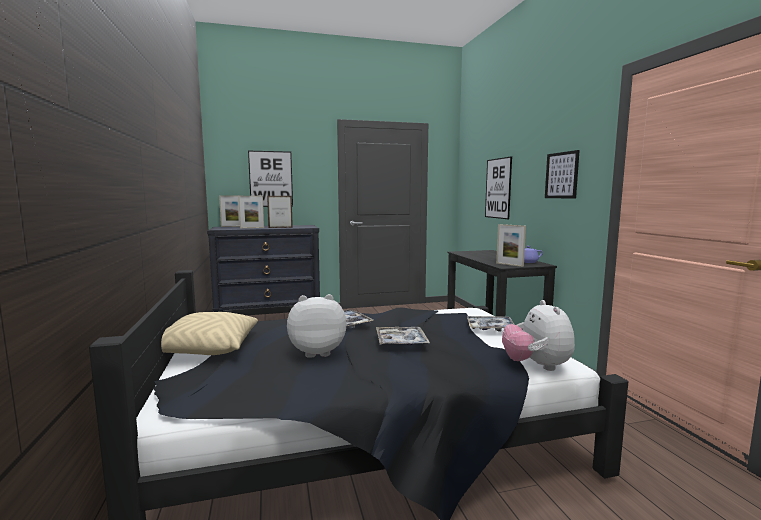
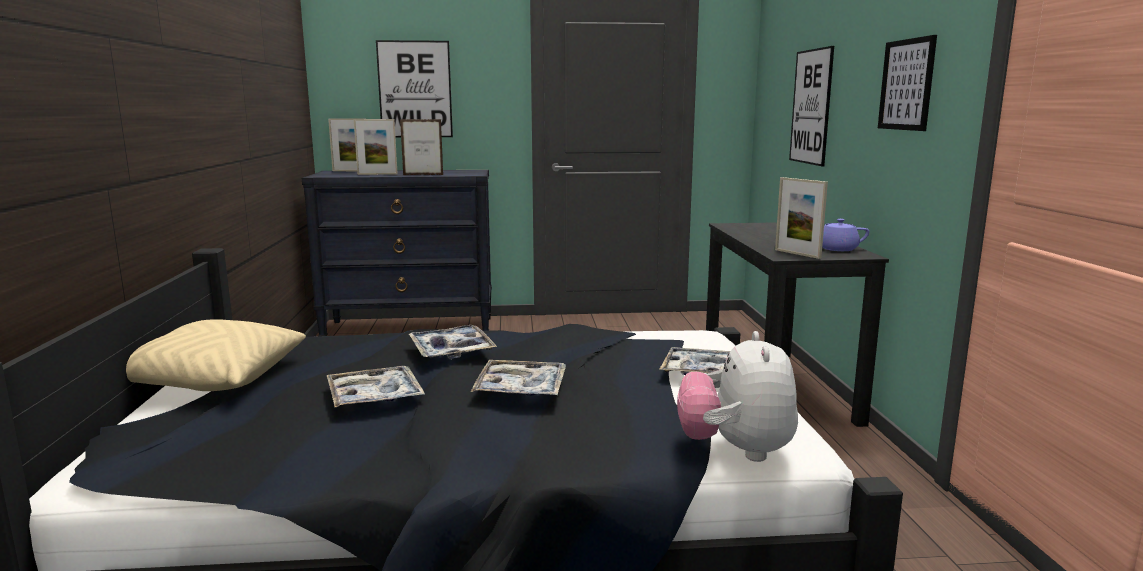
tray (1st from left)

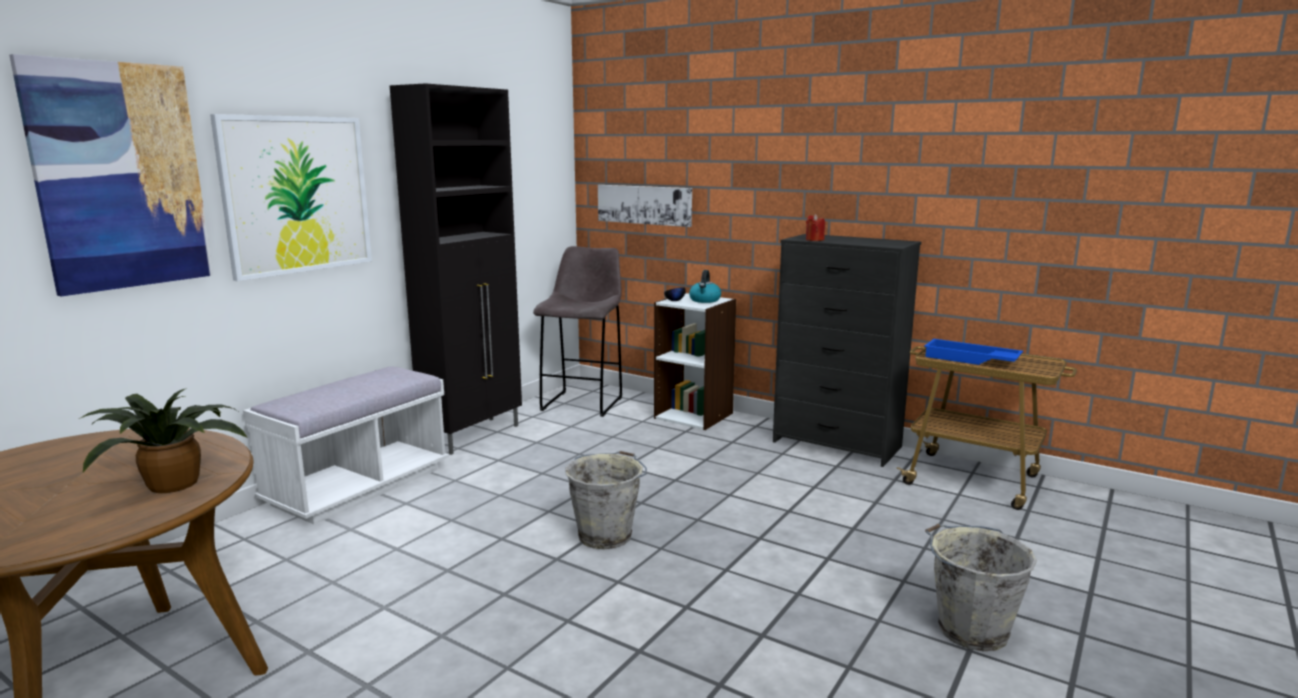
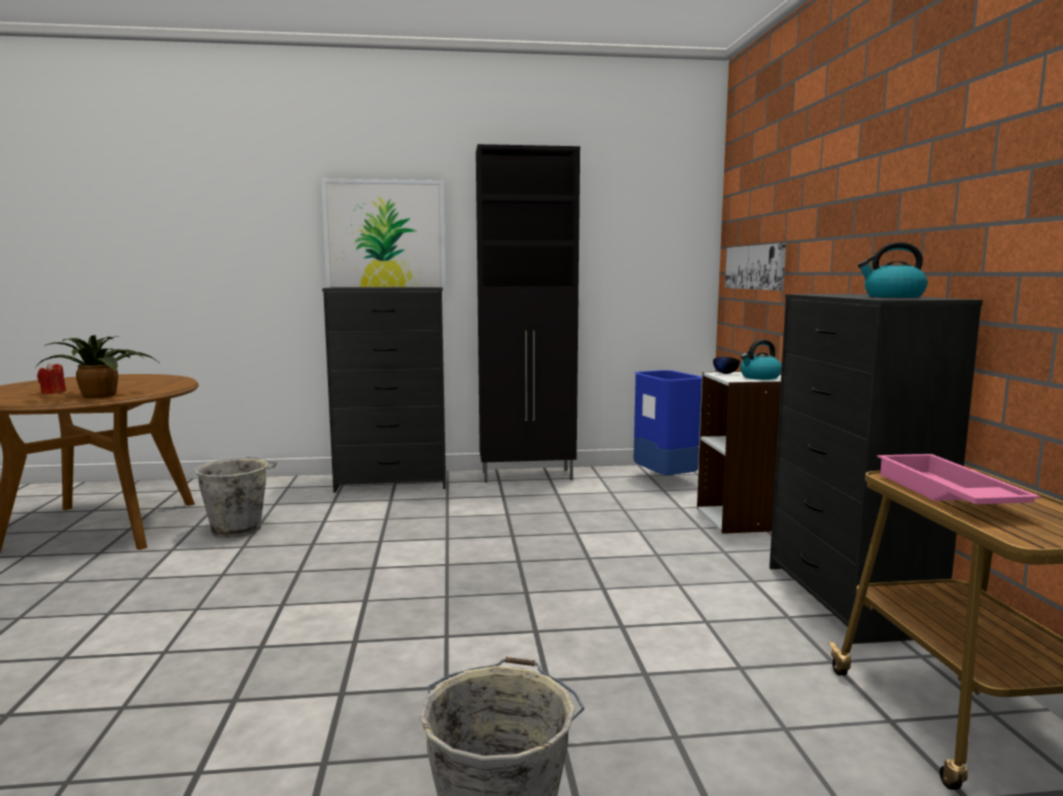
wall art (1st from left in the first image)
kettle (2nd from left)
grey water bucket (1st from left)
red wax light
black chest of drawers (1st from left)
blue-coloured rubbish bin
pink tray

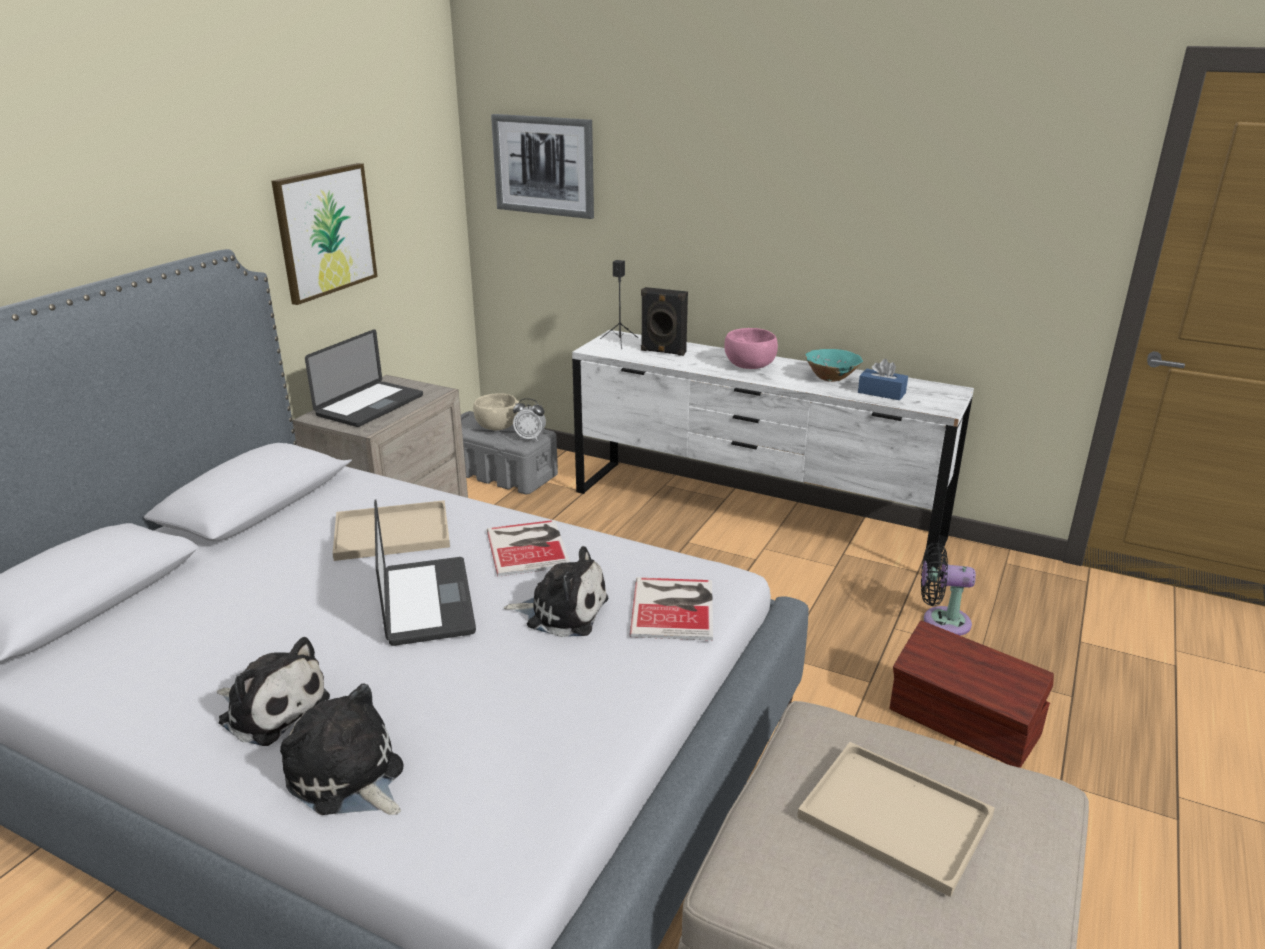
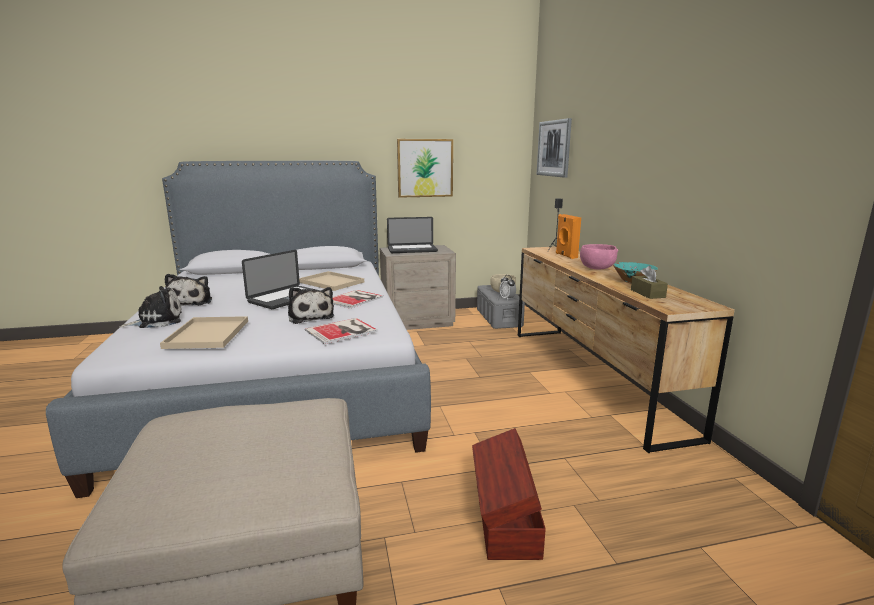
black electric fan
beige tray (1st from left)
brown-coloured chest of drawers
orange-coloured audio speaker
brown-coloured box of tissues
cuddly toy (1st from left)

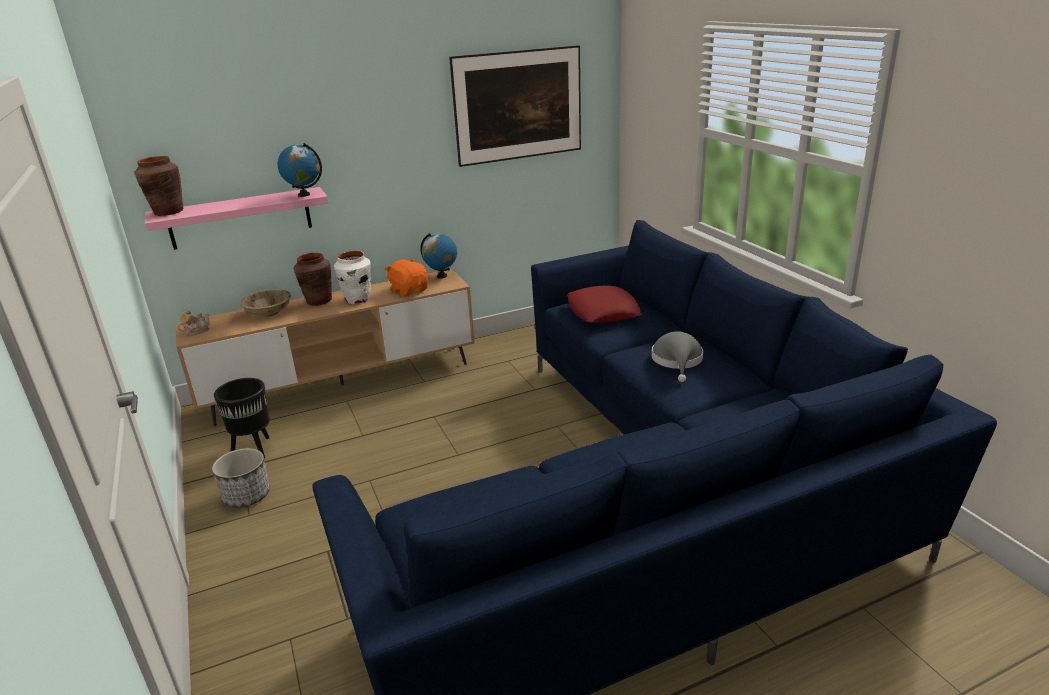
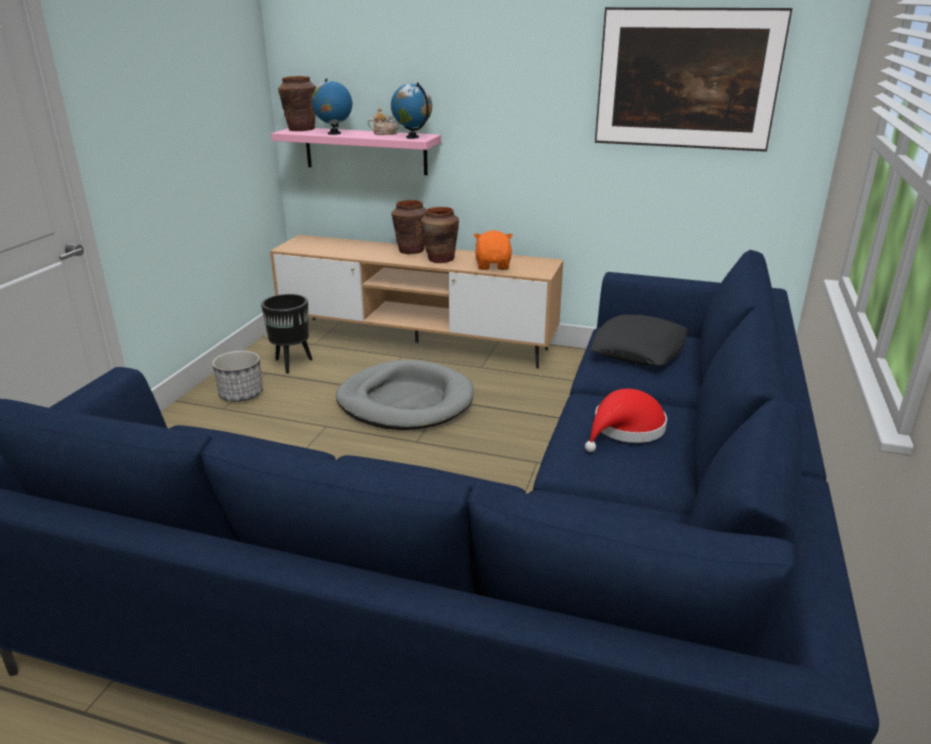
beige deep dish
grey pet bed
pot for tea
desk globe (1st from left)
brown-coloured decorative vase (3rd from left)
black cushion
red hat

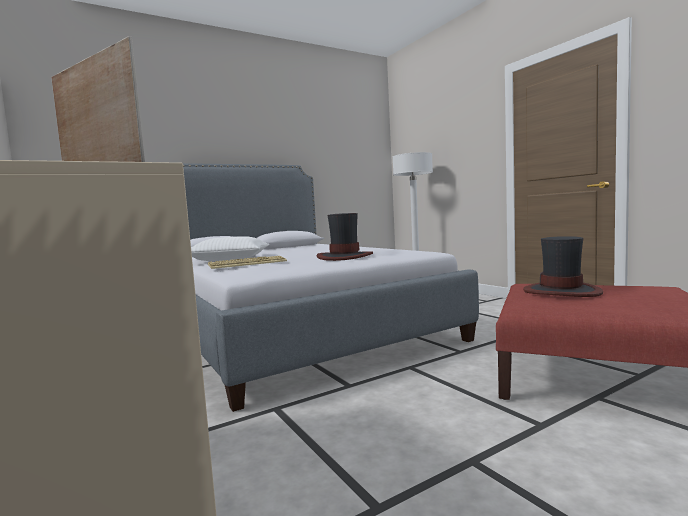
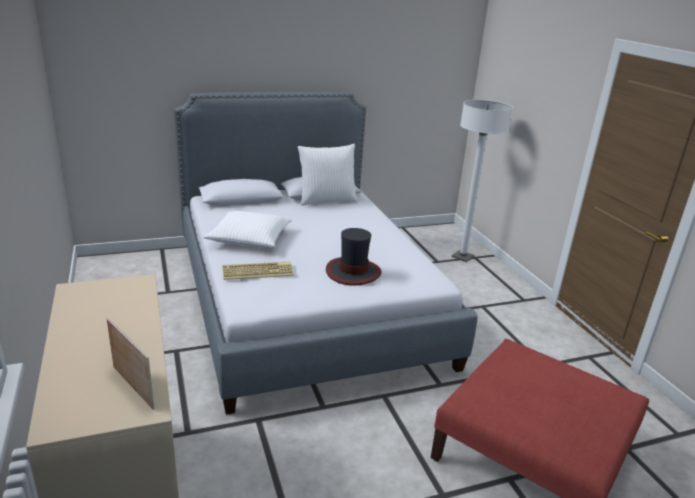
hat (2nd from left in the first image)
white-coloured cushion (2nd from left)

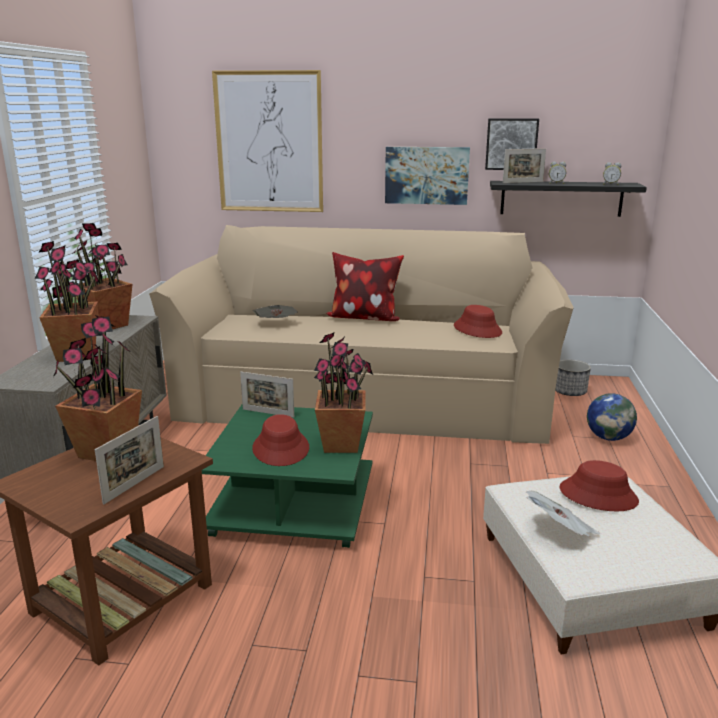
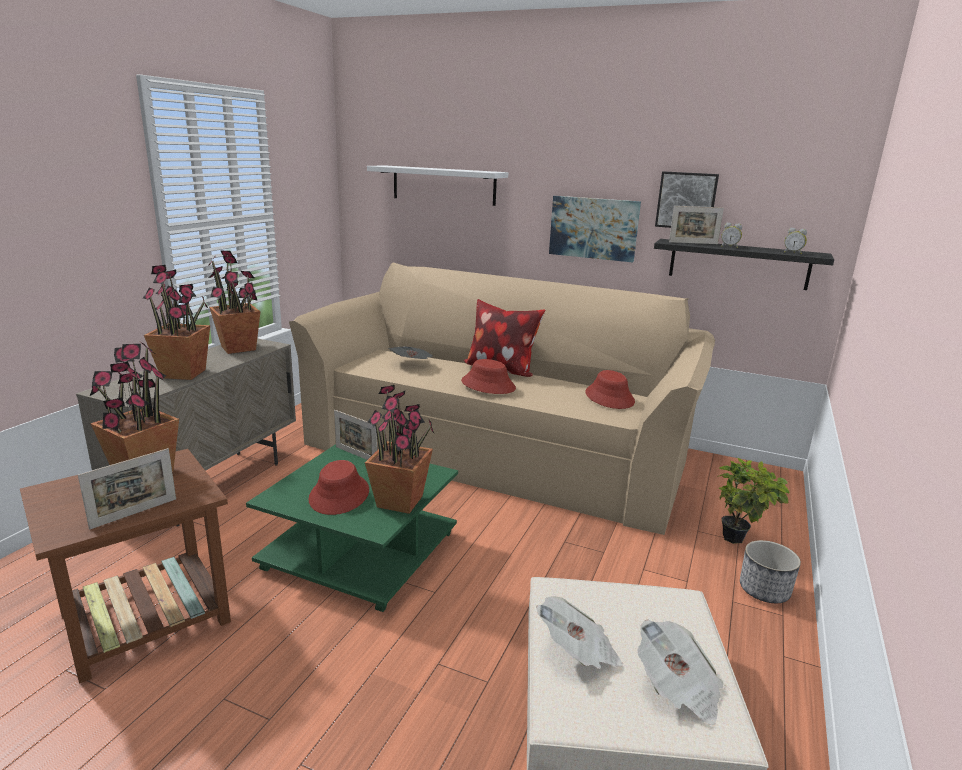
daily paper (3rd from left)
plant pot
red hat (2nd from left)
white-coloured wall shelf
plant in a pot (5th from left)

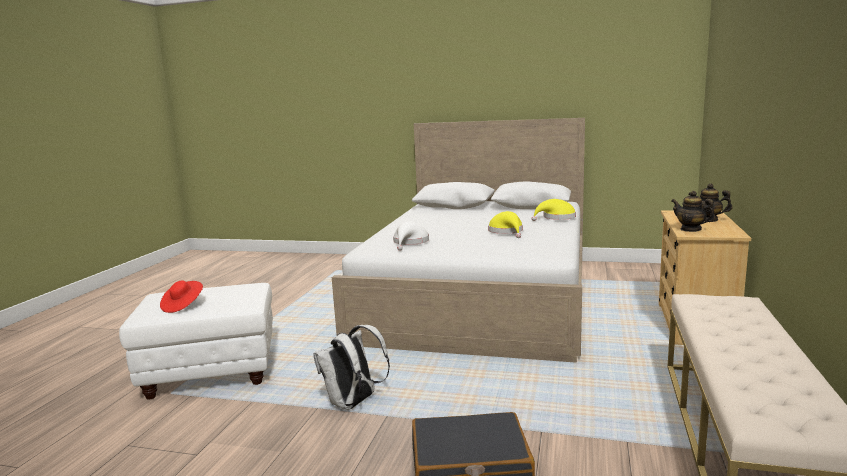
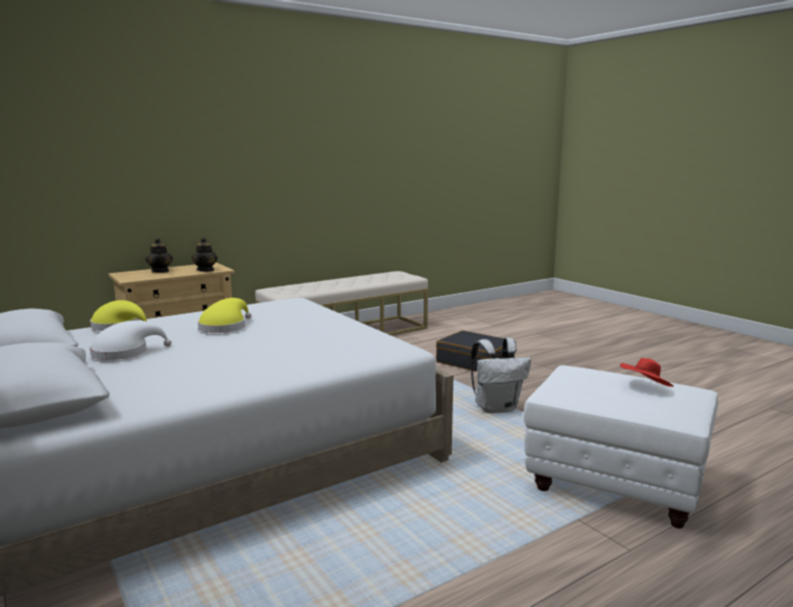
white-coloured hat

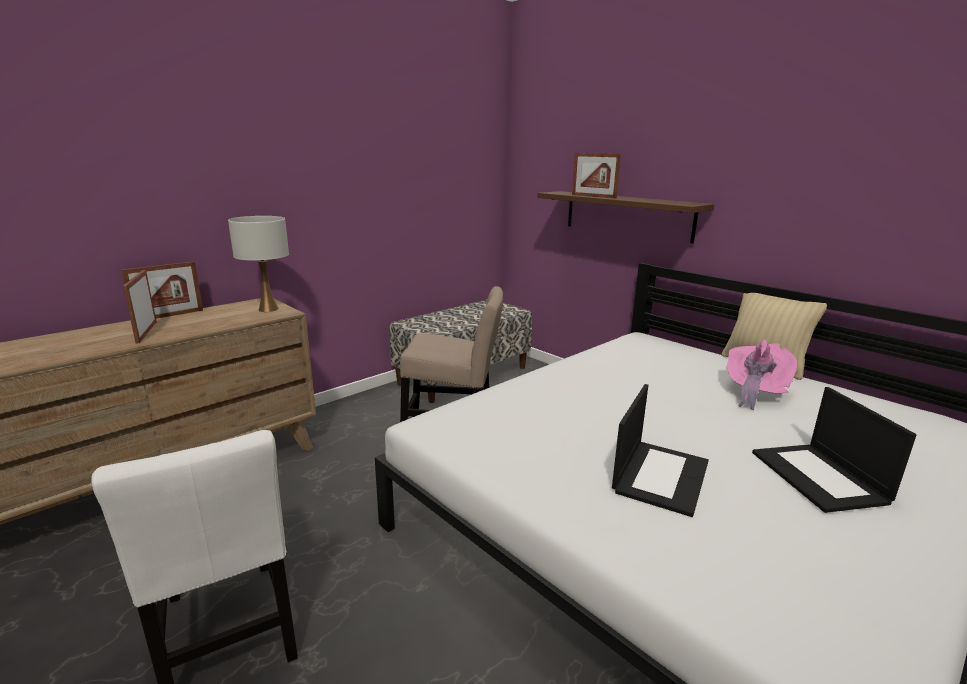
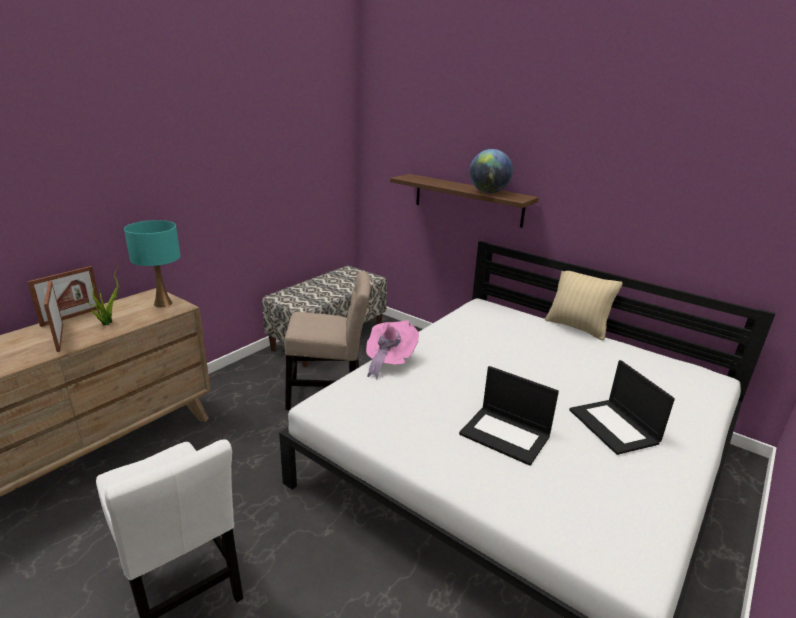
picture frame (3rd from left in the first image)
plant in a pot
desk globe
pink hat
turquoise-coloured lamp for a table
notebook computer (1st from left)

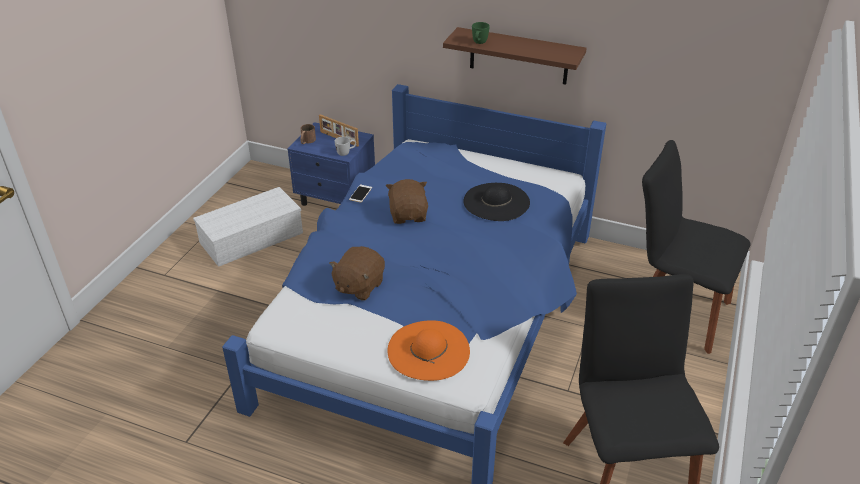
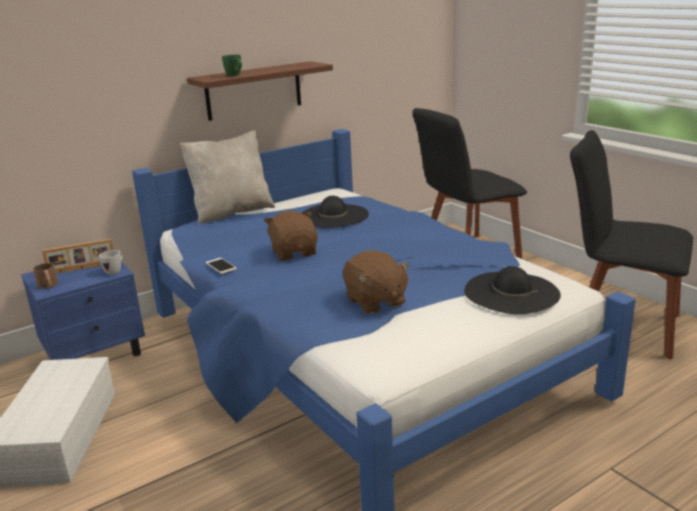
beige cushion
black hat (2nd from left)
brown-coloured cuddly toy (1st from left)

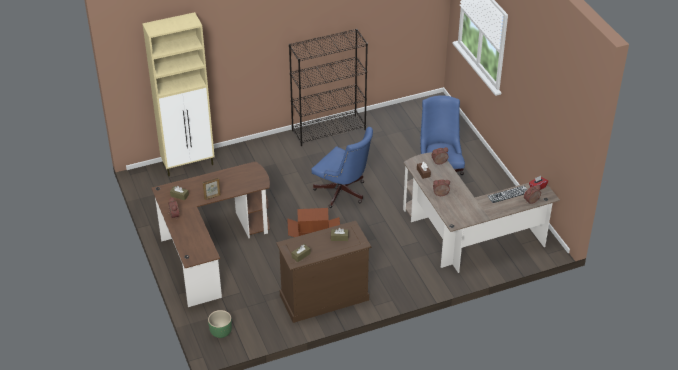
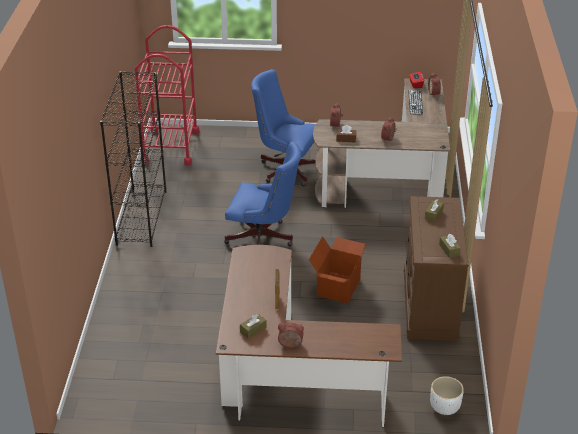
beige cabinet
red cart
white-coloured plant pot
blue-coloured desk chair (1st from left)

